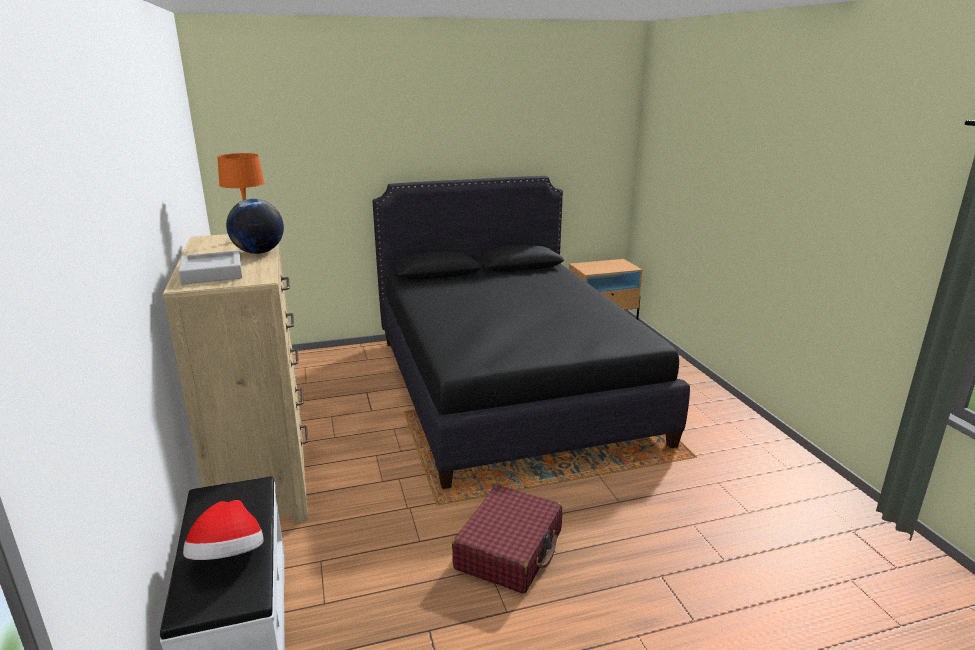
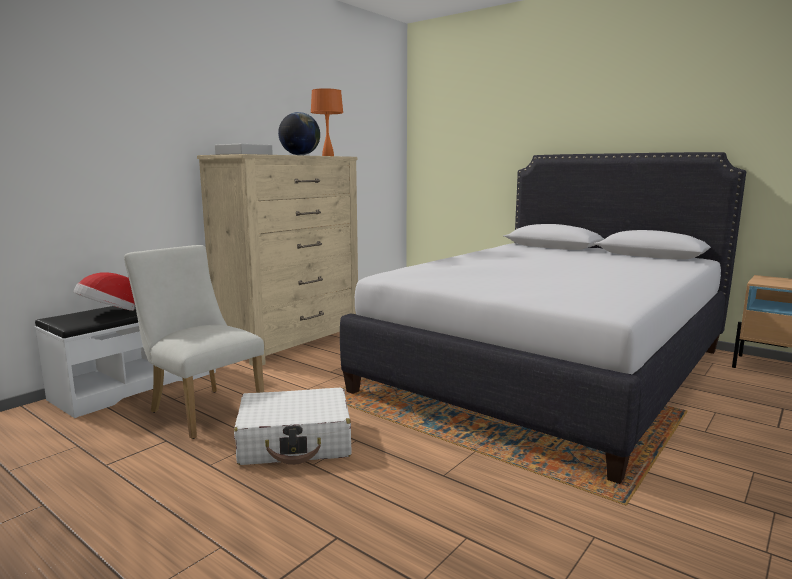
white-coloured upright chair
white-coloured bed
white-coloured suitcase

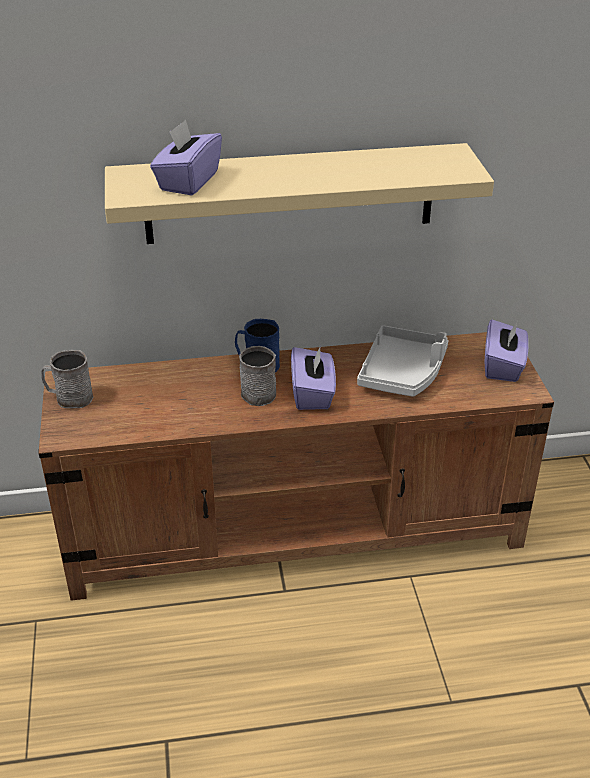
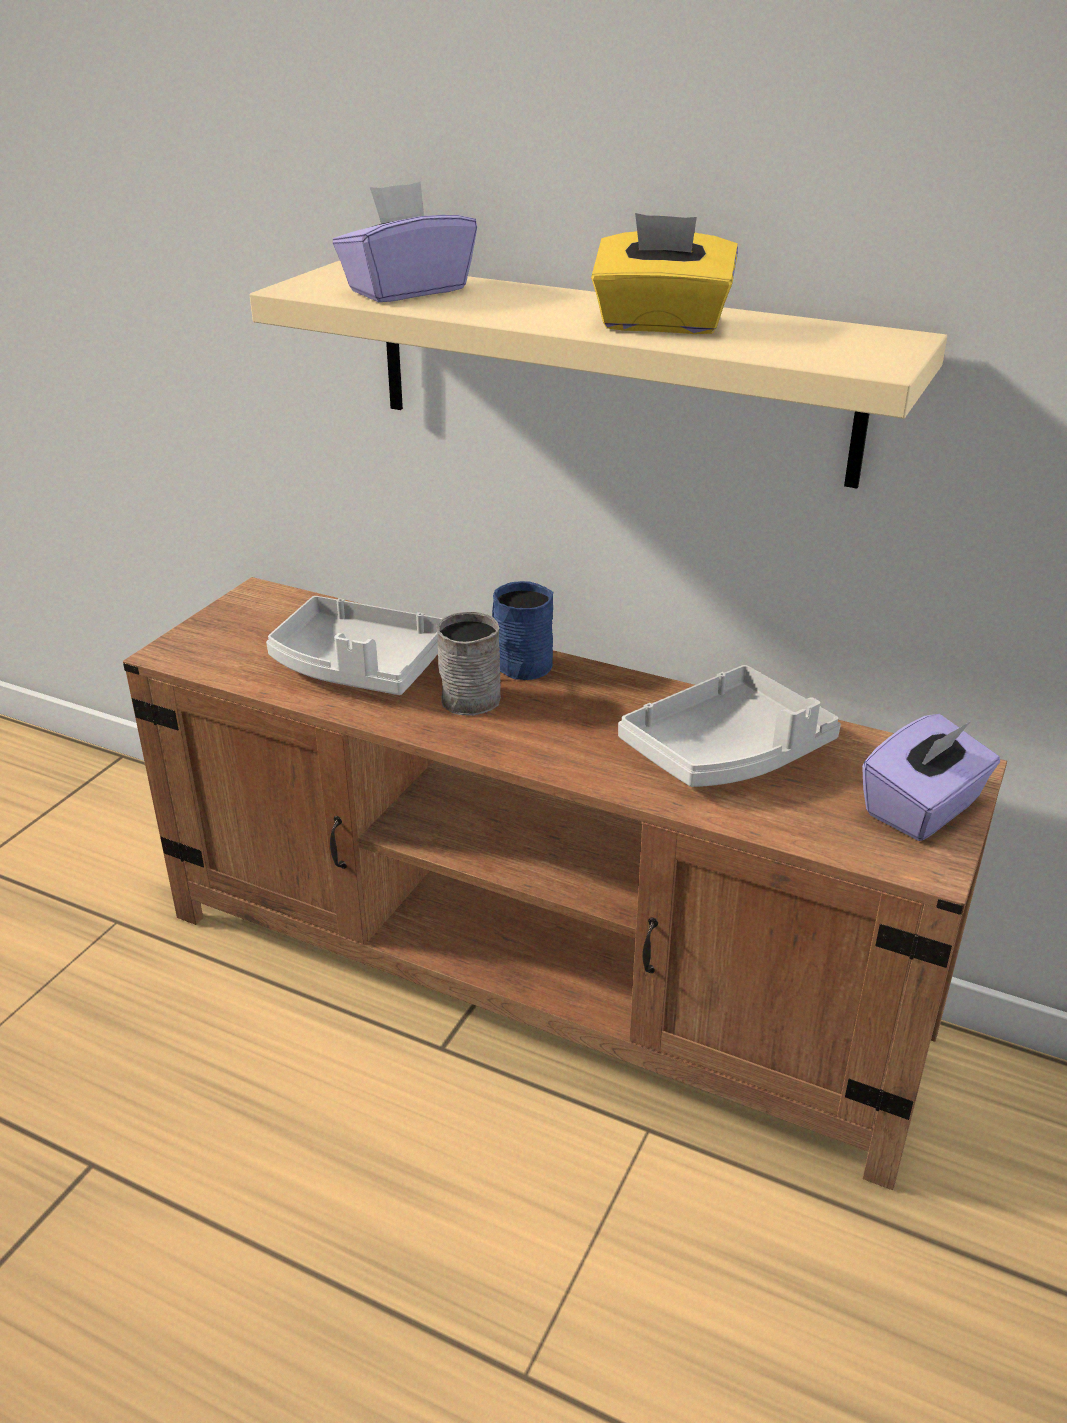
grey coffee mug (1st from left in the first image)
purplish box of tissues (2nd from left in the first image)
grey tray (1st from left)
yellow box of tissues

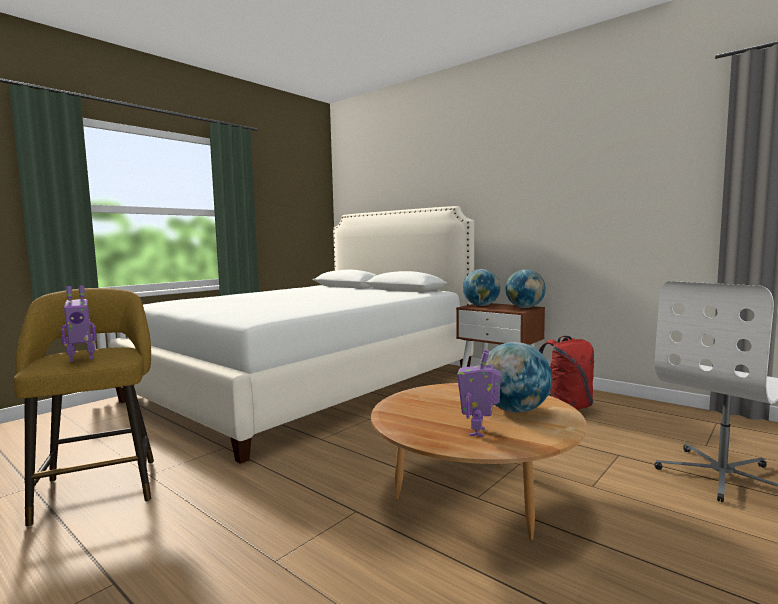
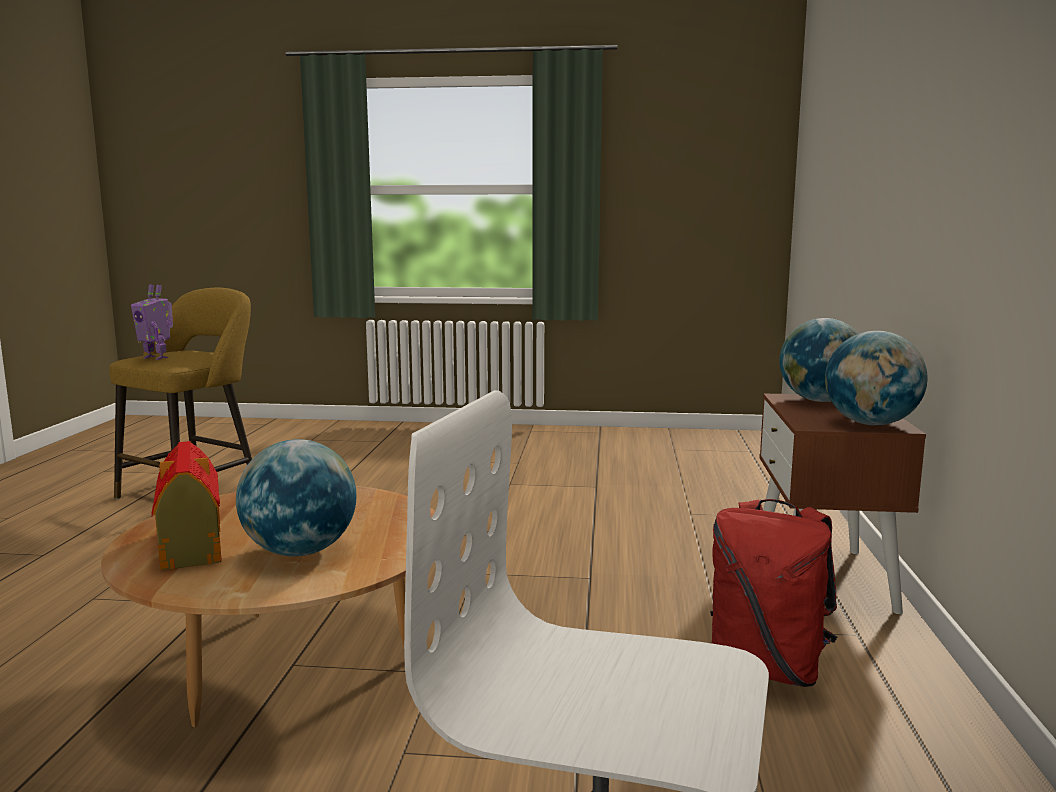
white-coloured bed
model house

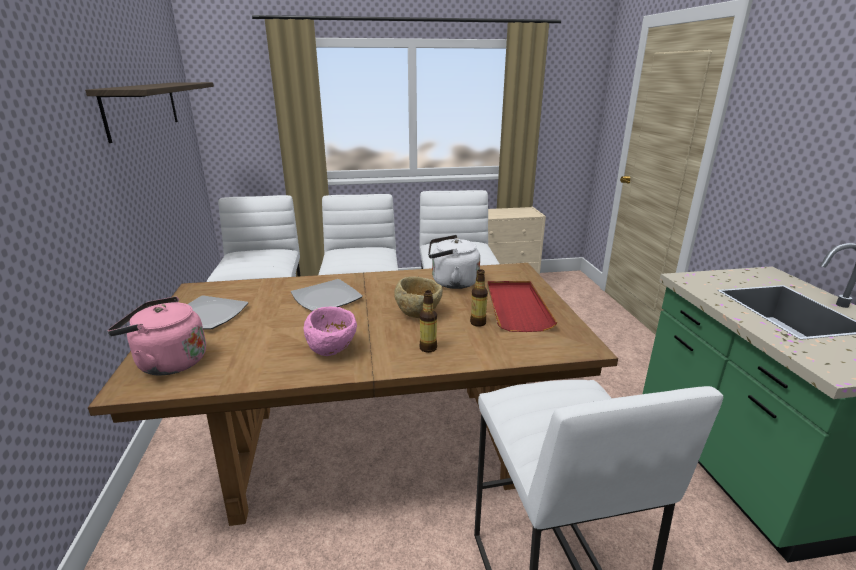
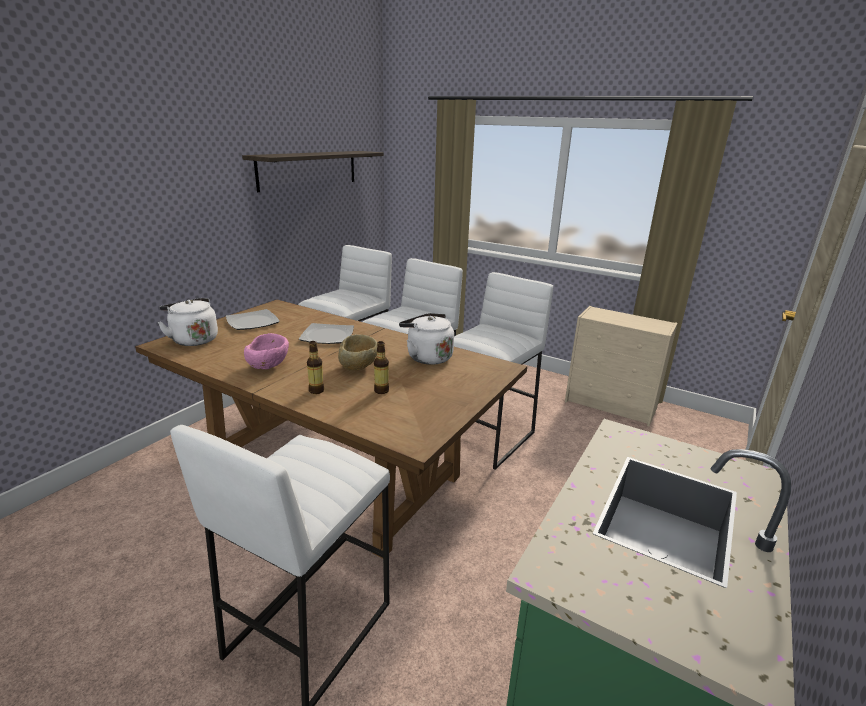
red tray
white-coloured kettle (1st from left)

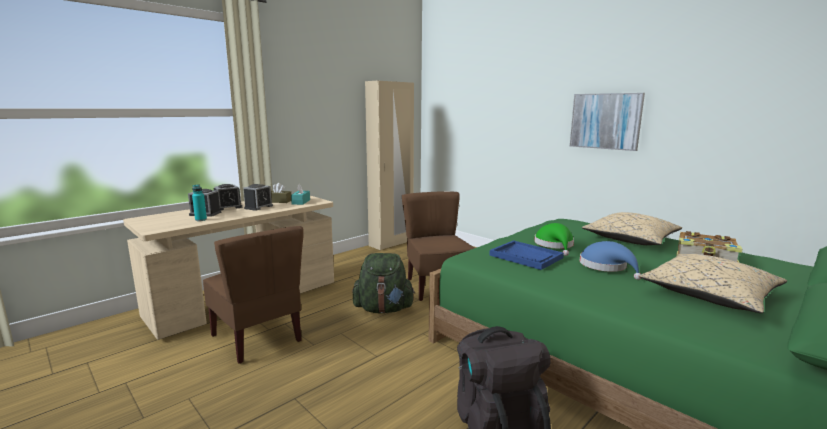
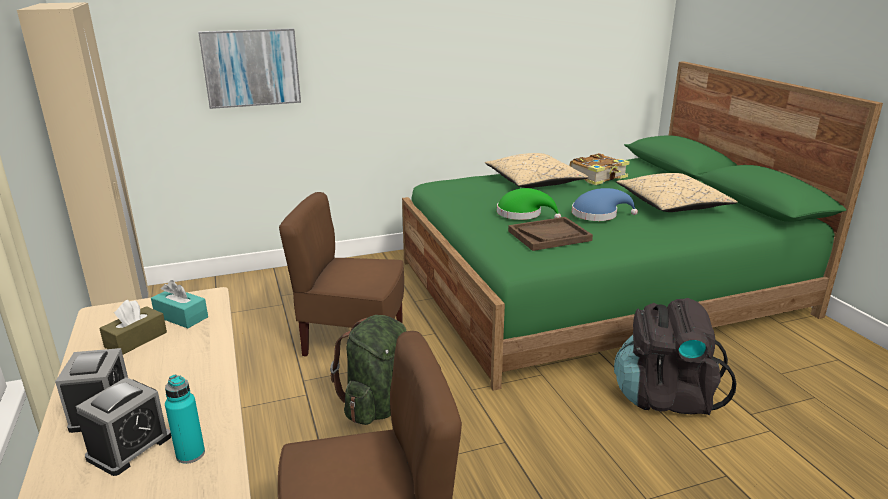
table clock (3rd from left in the first image)
wall art
brown-coloured tray

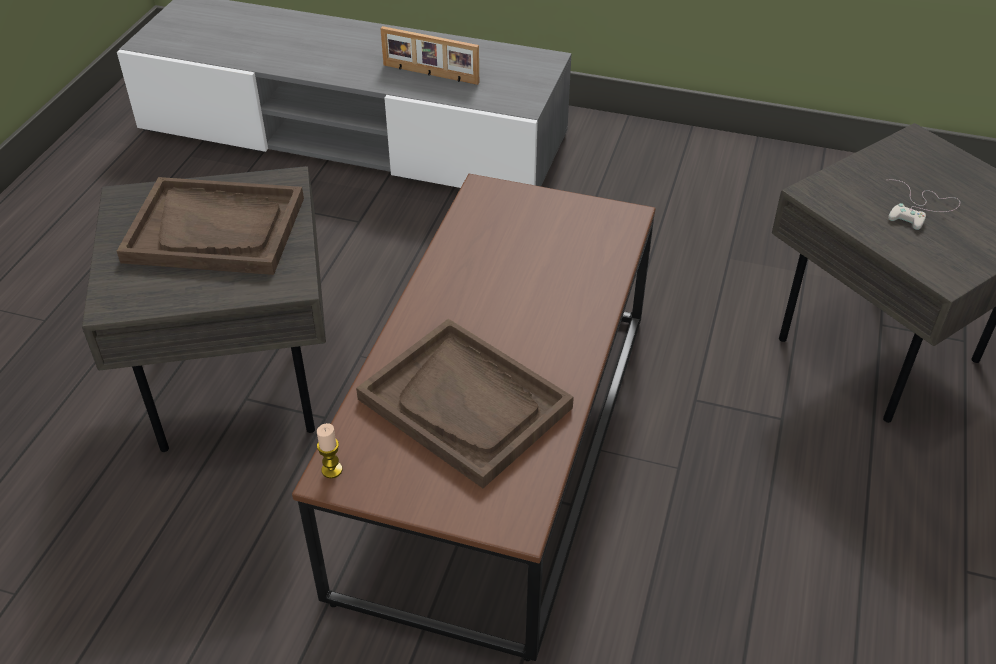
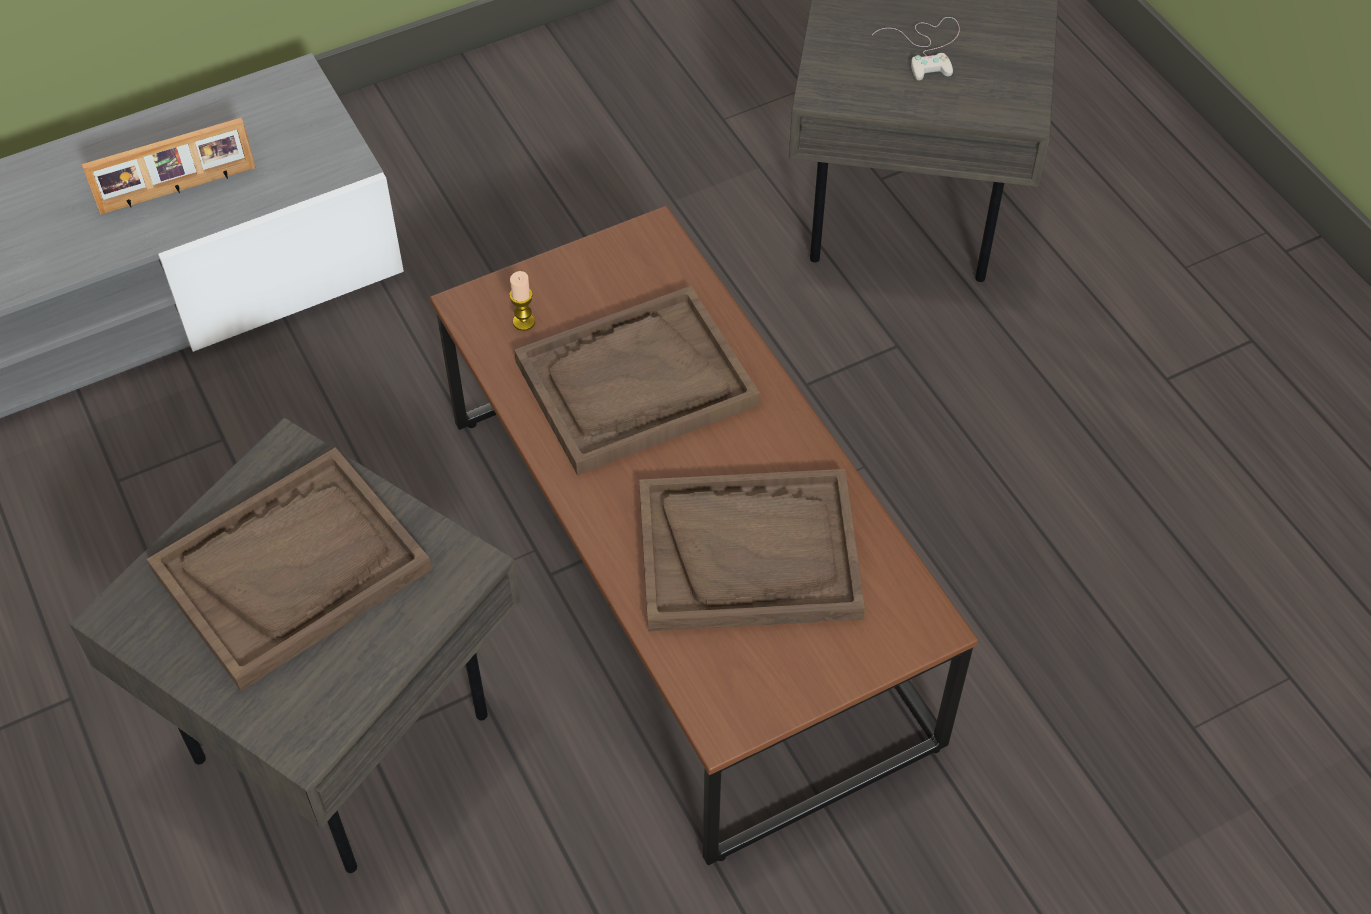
brown-coloured tray (2nd from left)
wax light

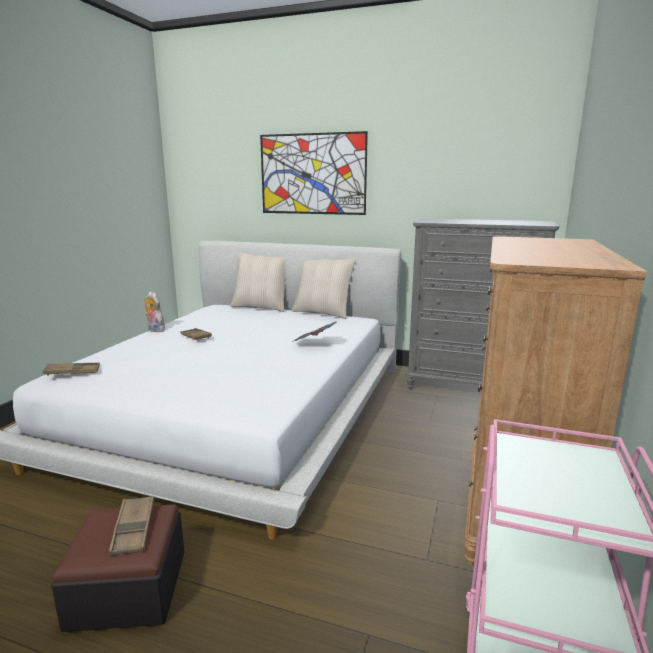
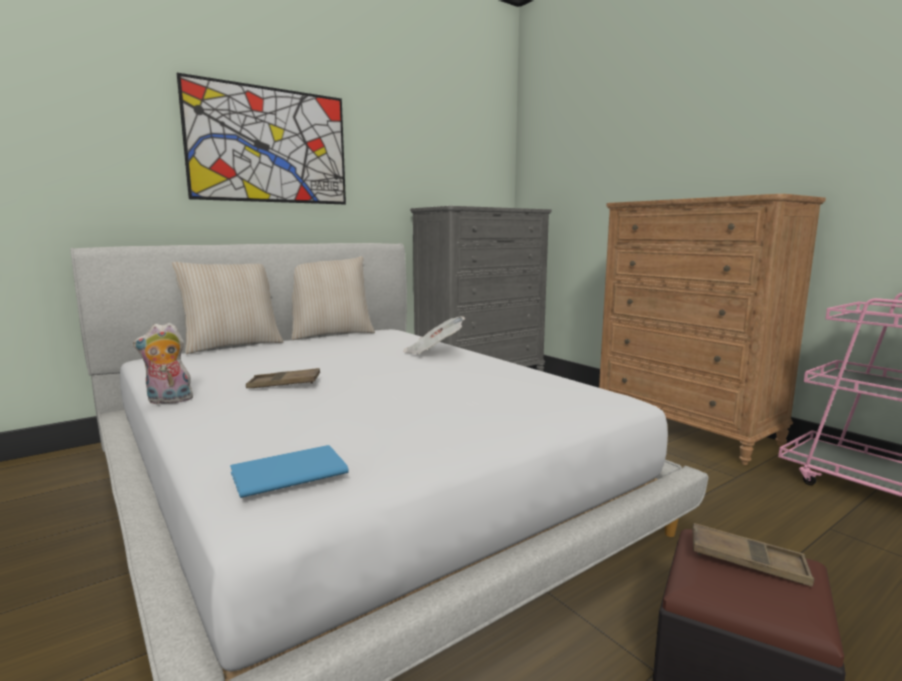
blue-coloured volume

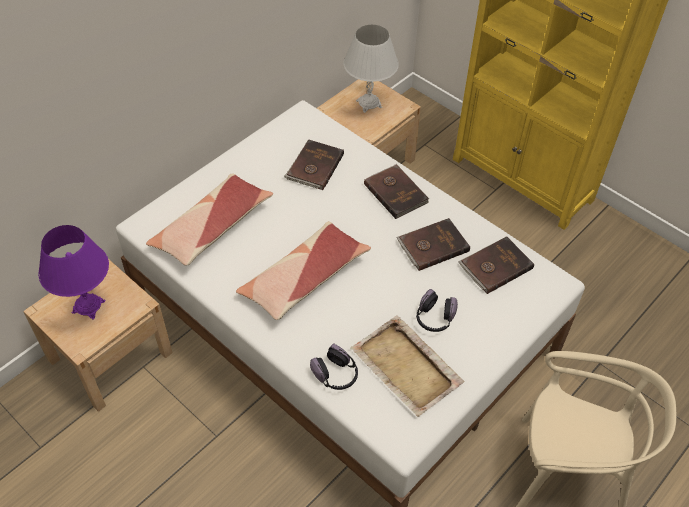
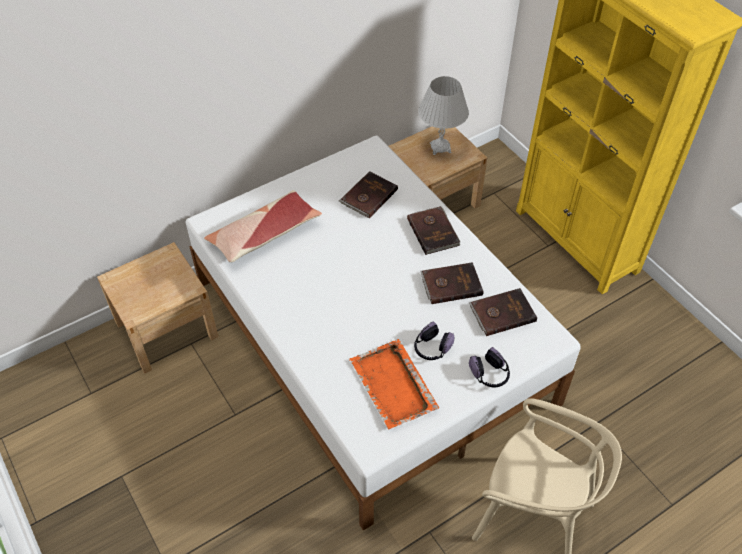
purplish lamp for a table
cushion (2nd from left in the first image)
headphones (2nd from left)
orange-coloured tray

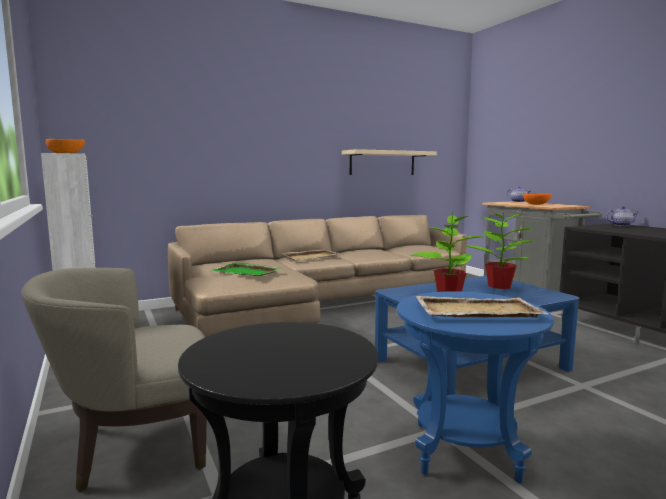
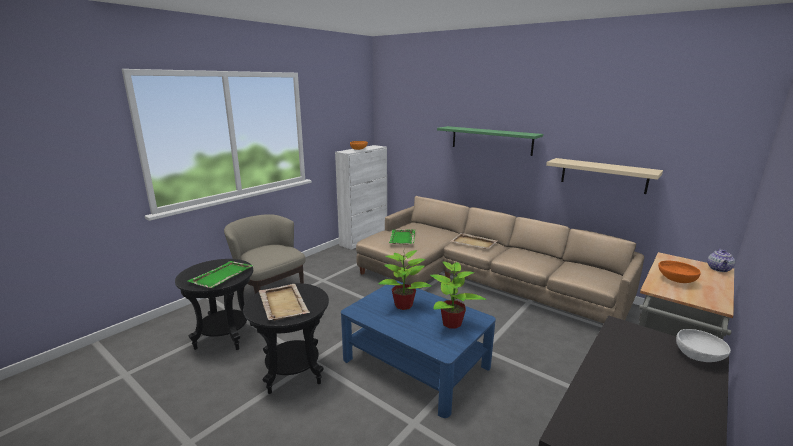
green-coloured tray (1st from left)
green-coloured wall shelf
white-coloured deep dish
black accent table (2nd from left)

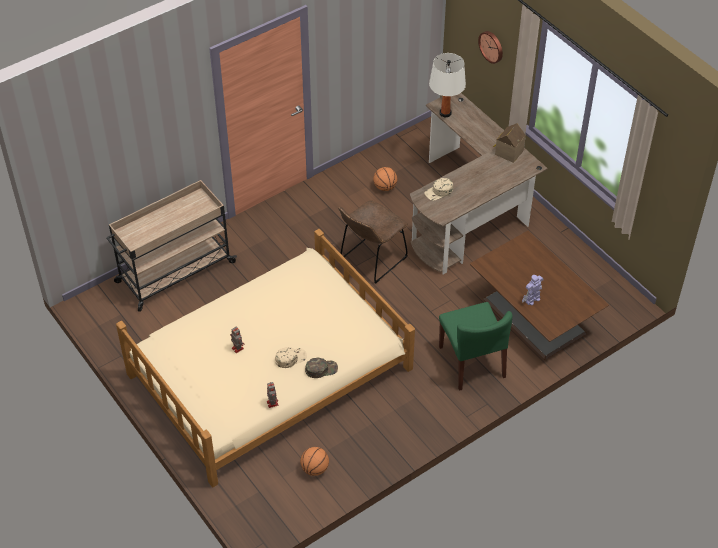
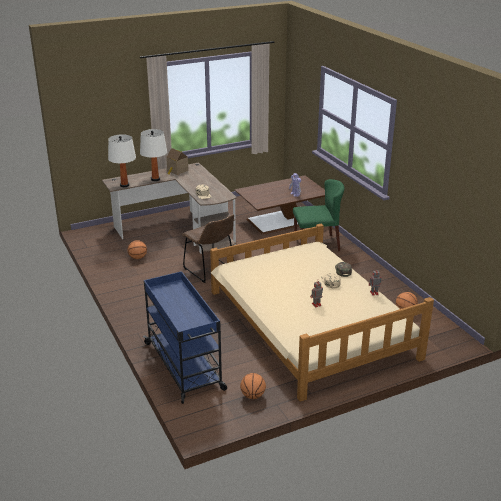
hanging clock
white-coloured lamp for a table (2nd from left)
basketball (2nd from left)
blue-coloured cart

